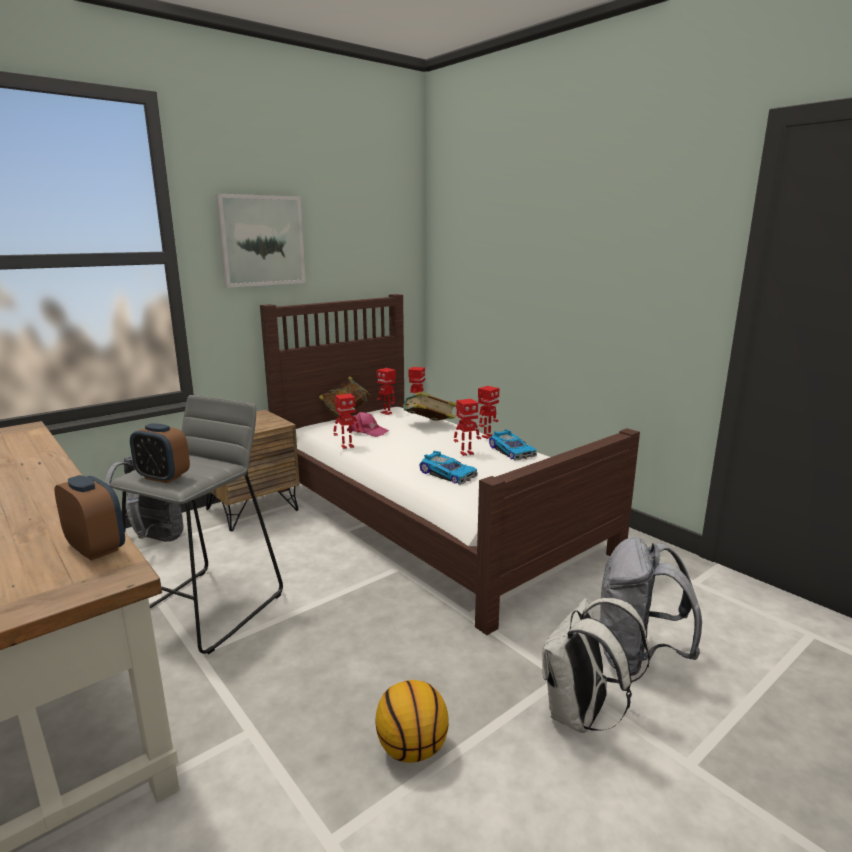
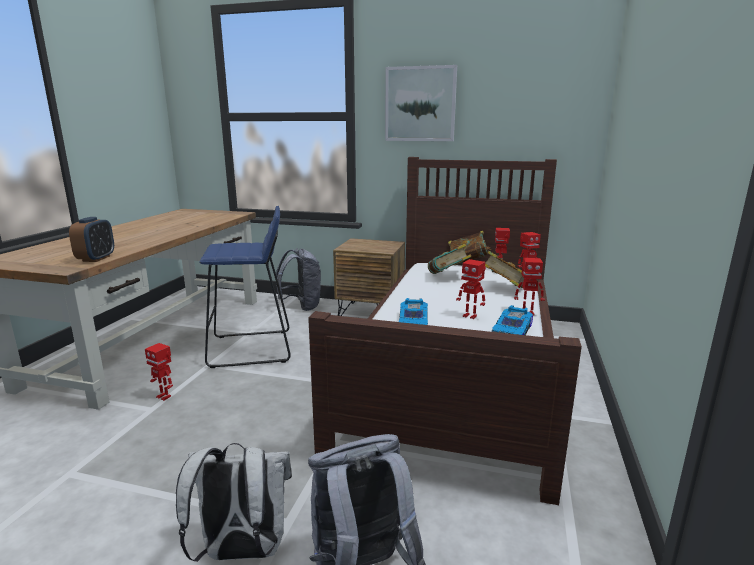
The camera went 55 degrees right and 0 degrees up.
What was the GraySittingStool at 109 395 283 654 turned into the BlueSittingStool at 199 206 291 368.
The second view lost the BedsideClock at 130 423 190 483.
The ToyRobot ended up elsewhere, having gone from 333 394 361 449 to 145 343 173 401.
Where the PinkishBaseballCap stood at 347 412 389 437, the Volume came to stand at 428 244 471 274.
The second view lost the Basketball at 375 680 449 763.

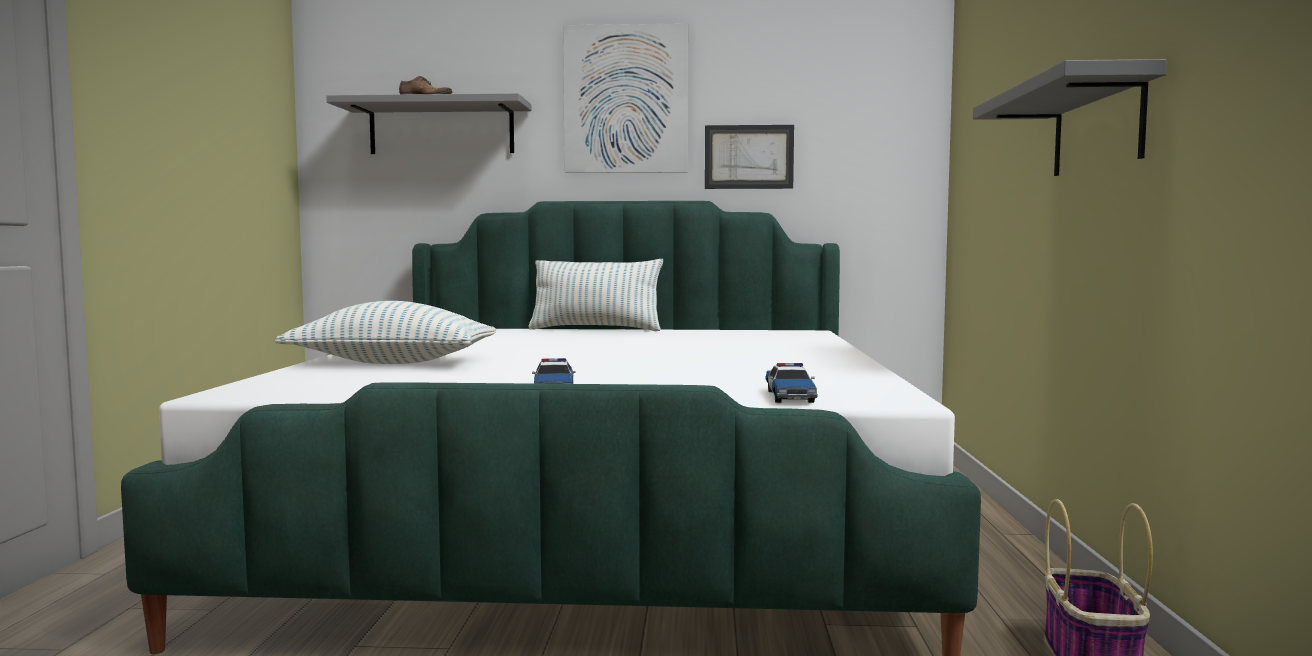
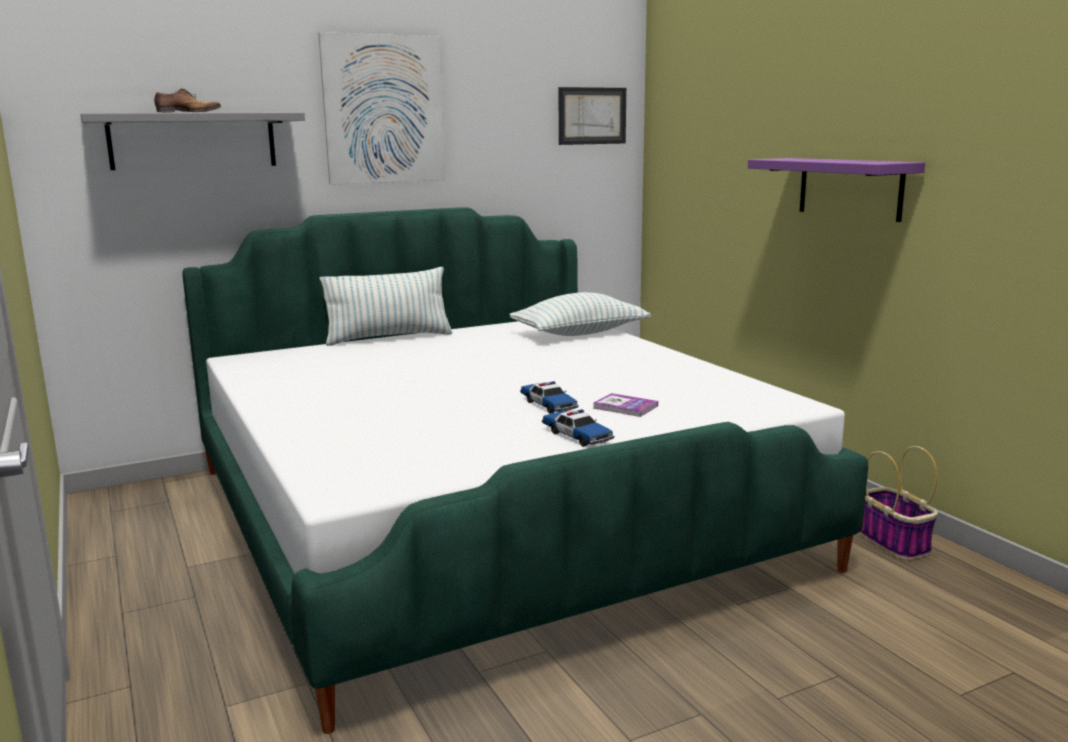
The camera went 30 degrees left and 10 degrees up.
The ThrowPillow ended up elsewhere, having gone from 275 301 496 364 to 509 292 651 336.
The WallArt ended up elsewhere, having gone from 705 125 794 189 to 558 87 626 145.
The ToyCar ended up elsewhere, having gone from 765 363 818 403 to 520 381 579 414.
What was the GrayWallShelf at 973 59 1167 176 turned into the PurplishWallShelf at 748 158 925 222.
The second view gained the Volume at 593 393 658 417.

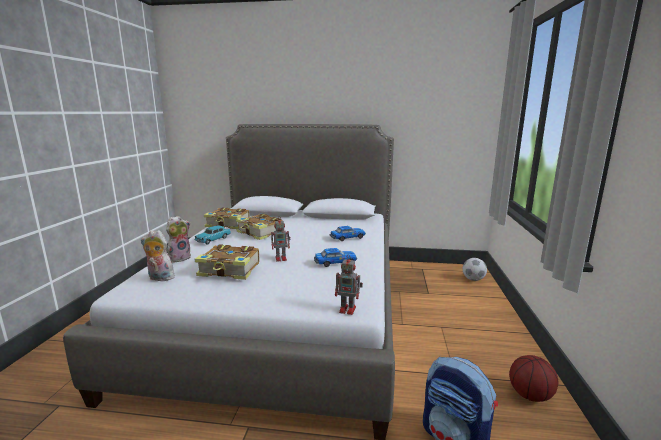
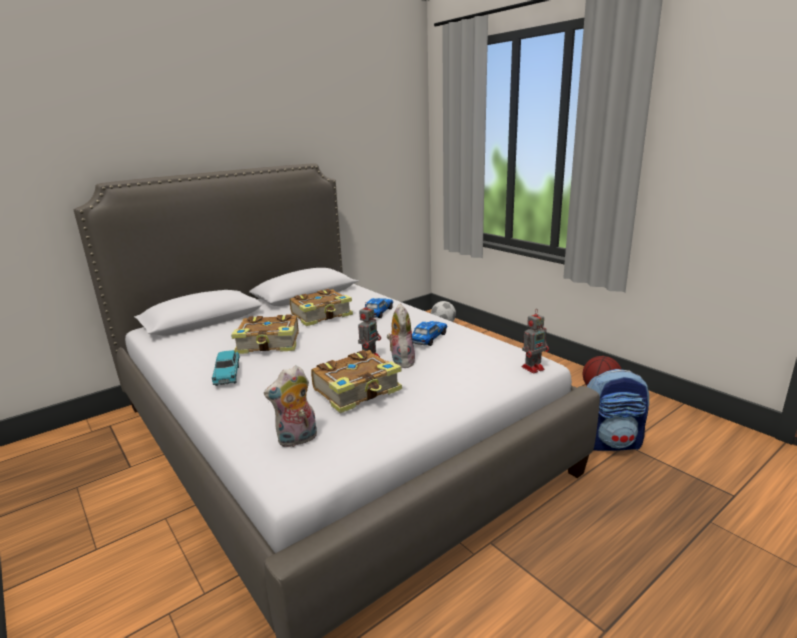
The camera went 45 degrees left and 5 degrees up.
The SoftToy ended up elsewhere, having gone from 166 216 191 263 to 387 304 416 368.
The Volume ended up elsewhere, having gone from 204 208 250 229 to 290 289 353 326.

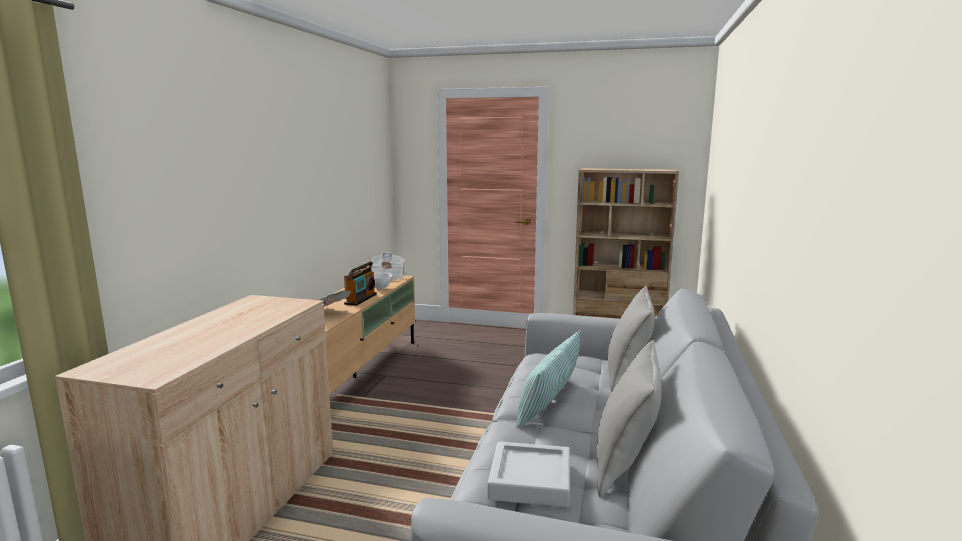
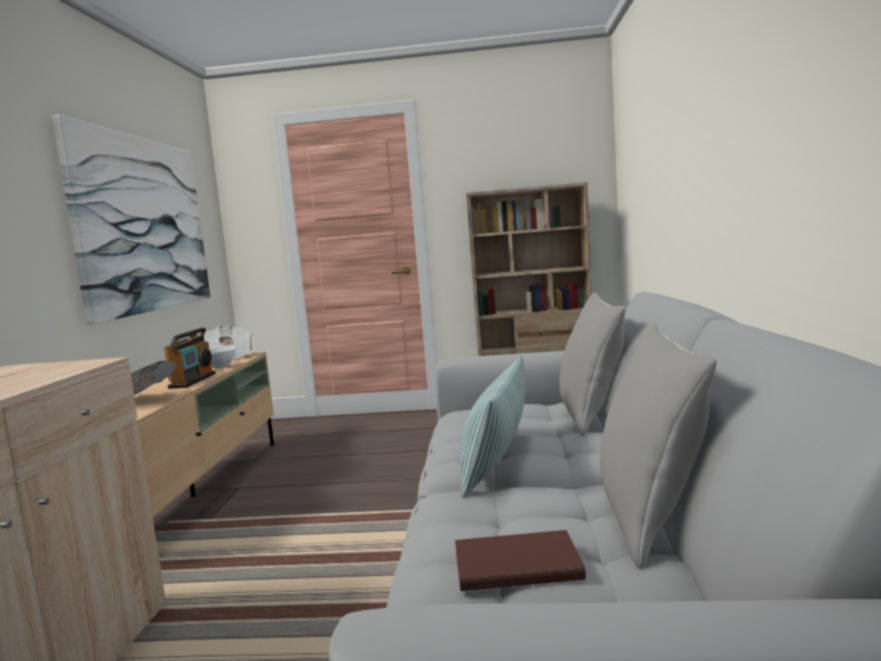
The camera went 10 degrees left and 5 degrees down.
Where the GrayServingTray stood at 488 441 570 507, the BrownishVolume came to stand at 455 530 586 591.
The second view gained the WallArt at 52 115 211 325.

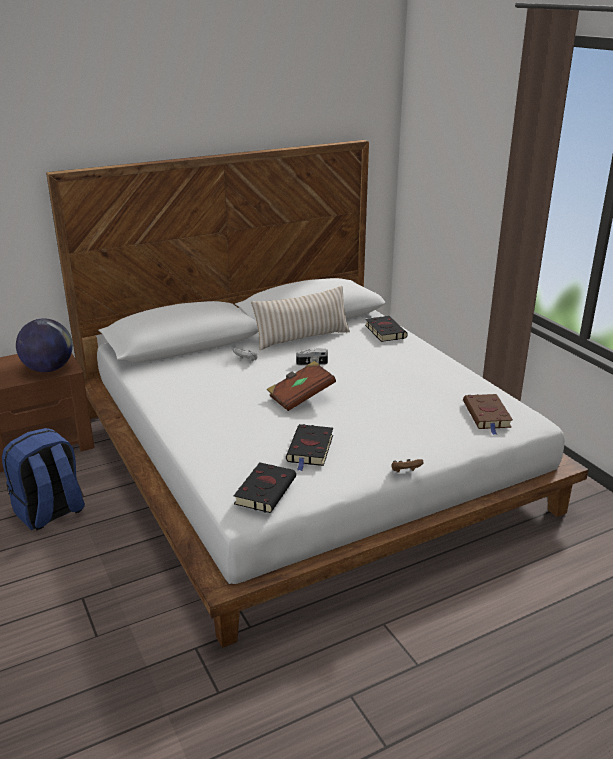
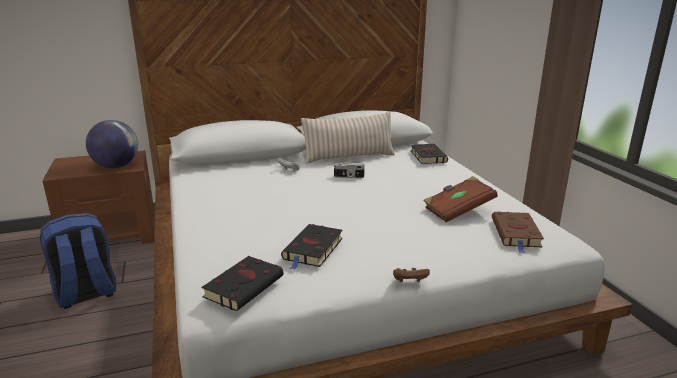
The camera went 10 degrees right and 5 degrees down.
The BrownishVolume ended up elsewhere, having gone from 267 361 336 411 to 423 176 498 222.

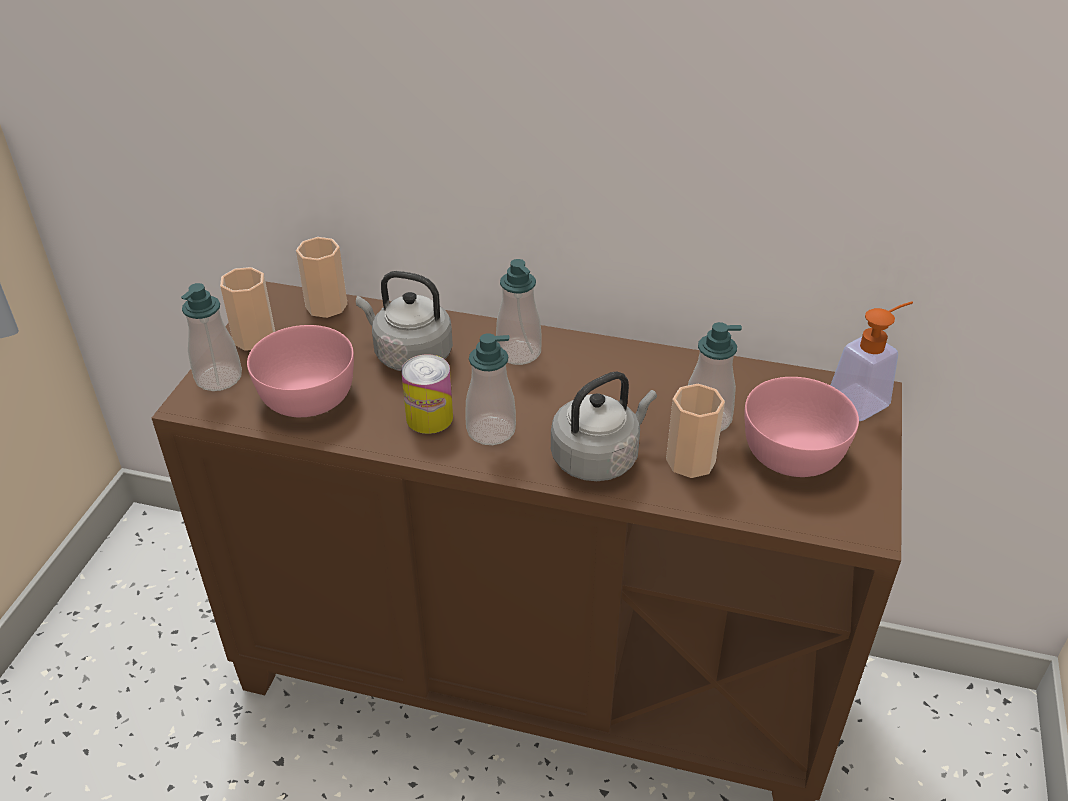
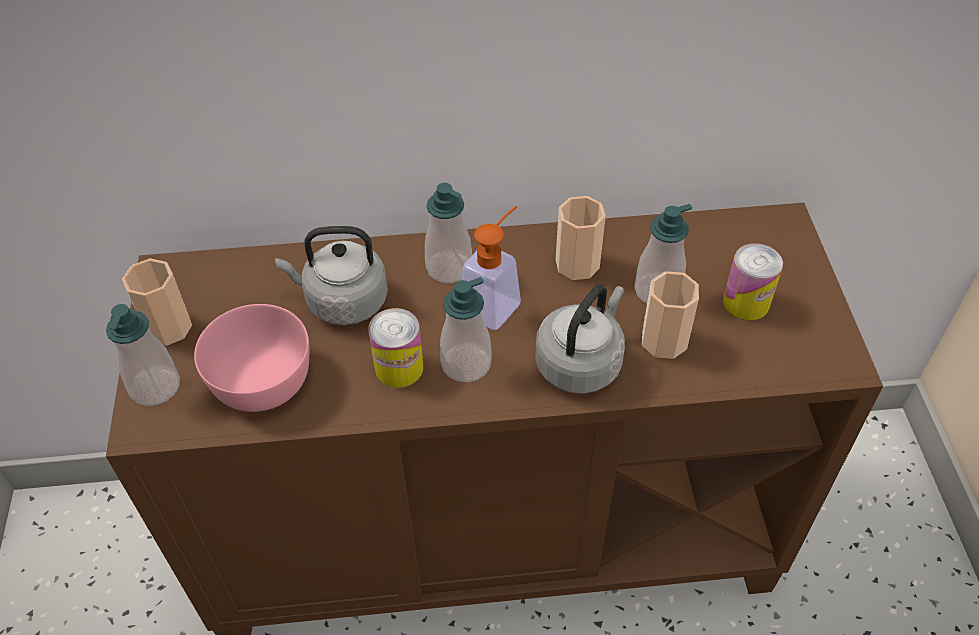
The camera went 20 degrees left and 10 degrees up.
The Cup ended up elsewhere, having gone from 296 237 348 318 to 556 196 605 280.
Where the PinkishBowl stood at 744 377 859 477, the MetalCan came to stand at 723 243 783 320.
The SoapDispenser ended up elsewhere, having gone from 830 301 913 421 to 462 206 521 330.

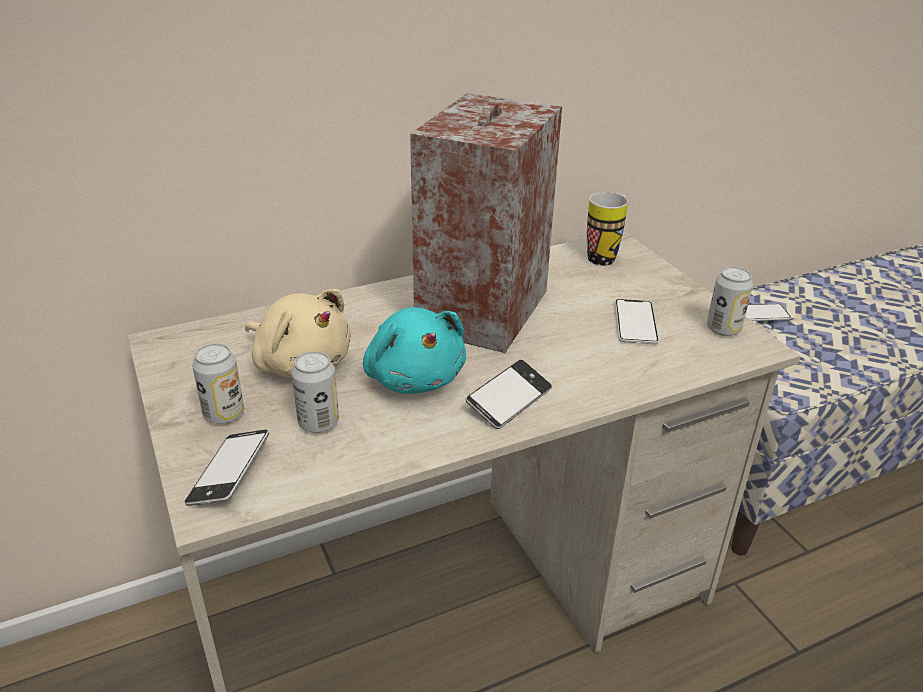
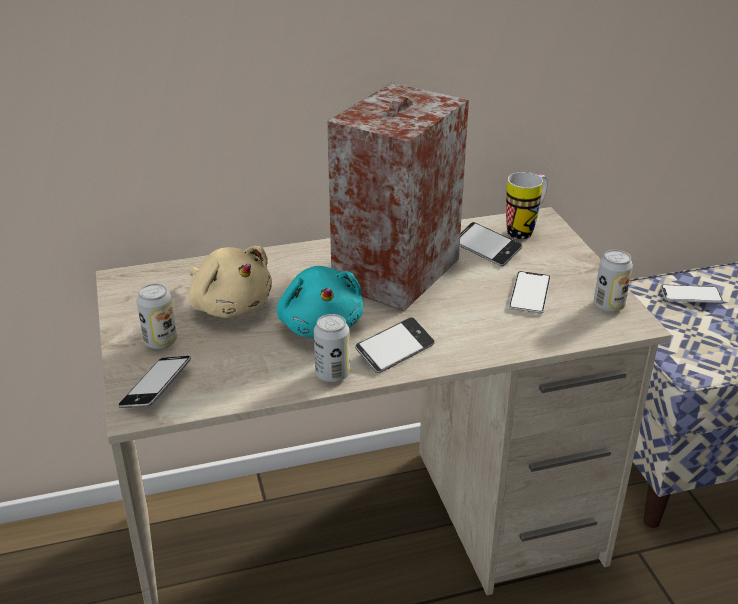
The camera went 10 degrees right and 0 degrees up.
The MetalCan ended up elsewhere, having gone from 292 351 339 433 to 314 314 350 382.
The second view gained the Handset at 460 222 522 266.

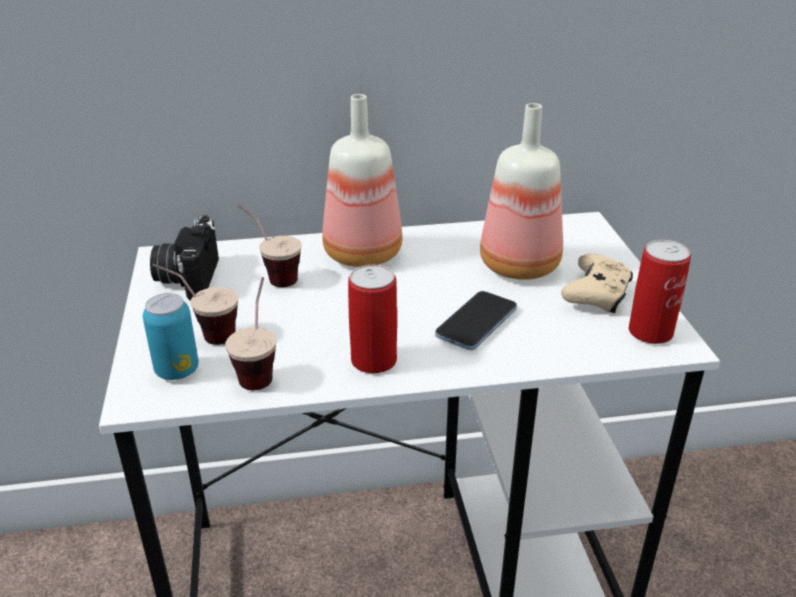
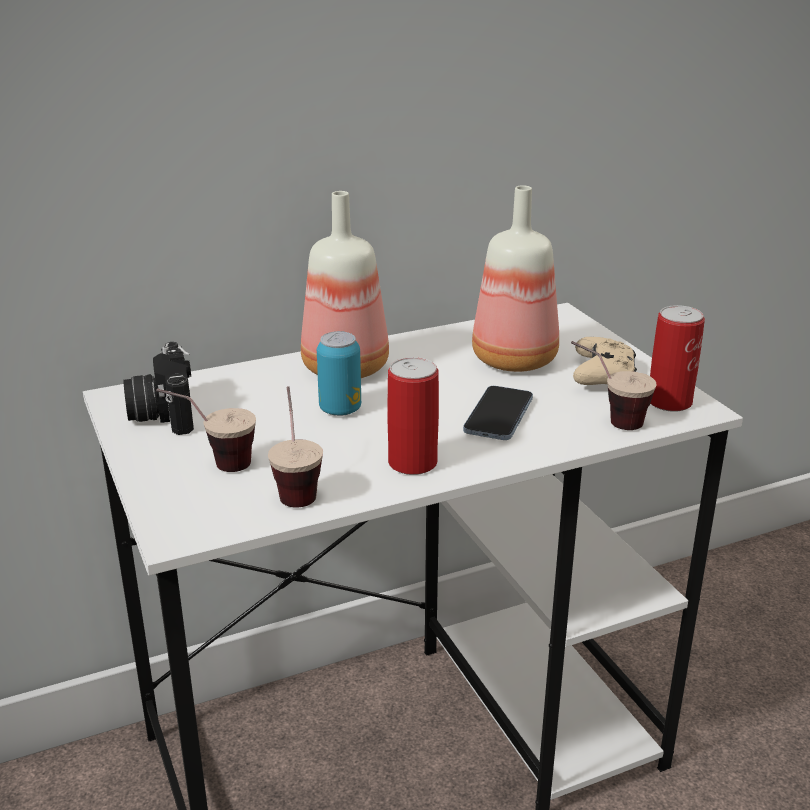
The camera went 15 degrees left and 5 degrees down.
The MetalCan ended up elsewhere, having gone from 143 293 199 380 to 317 331 361 416.
The Cup ended up elsewhere, having gone from 238 204 302 287 to 571 341 656 430.

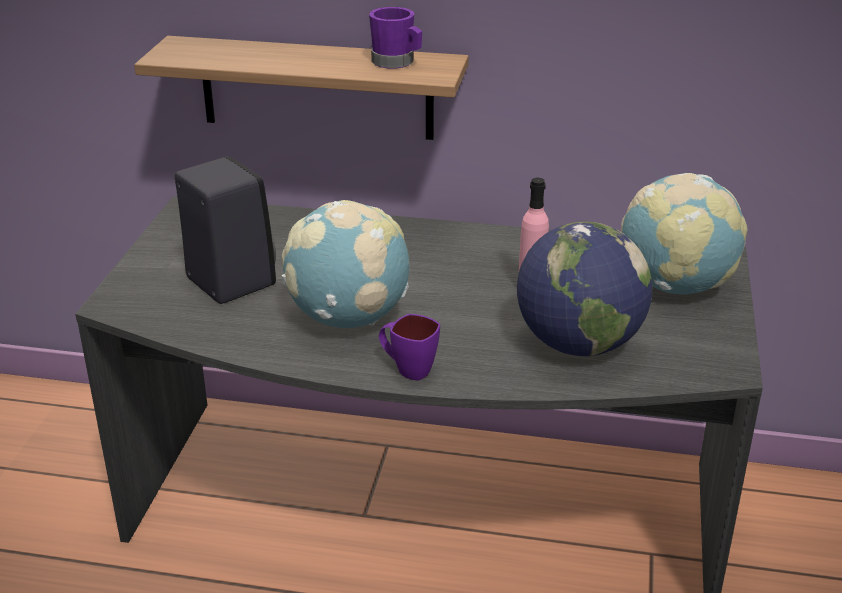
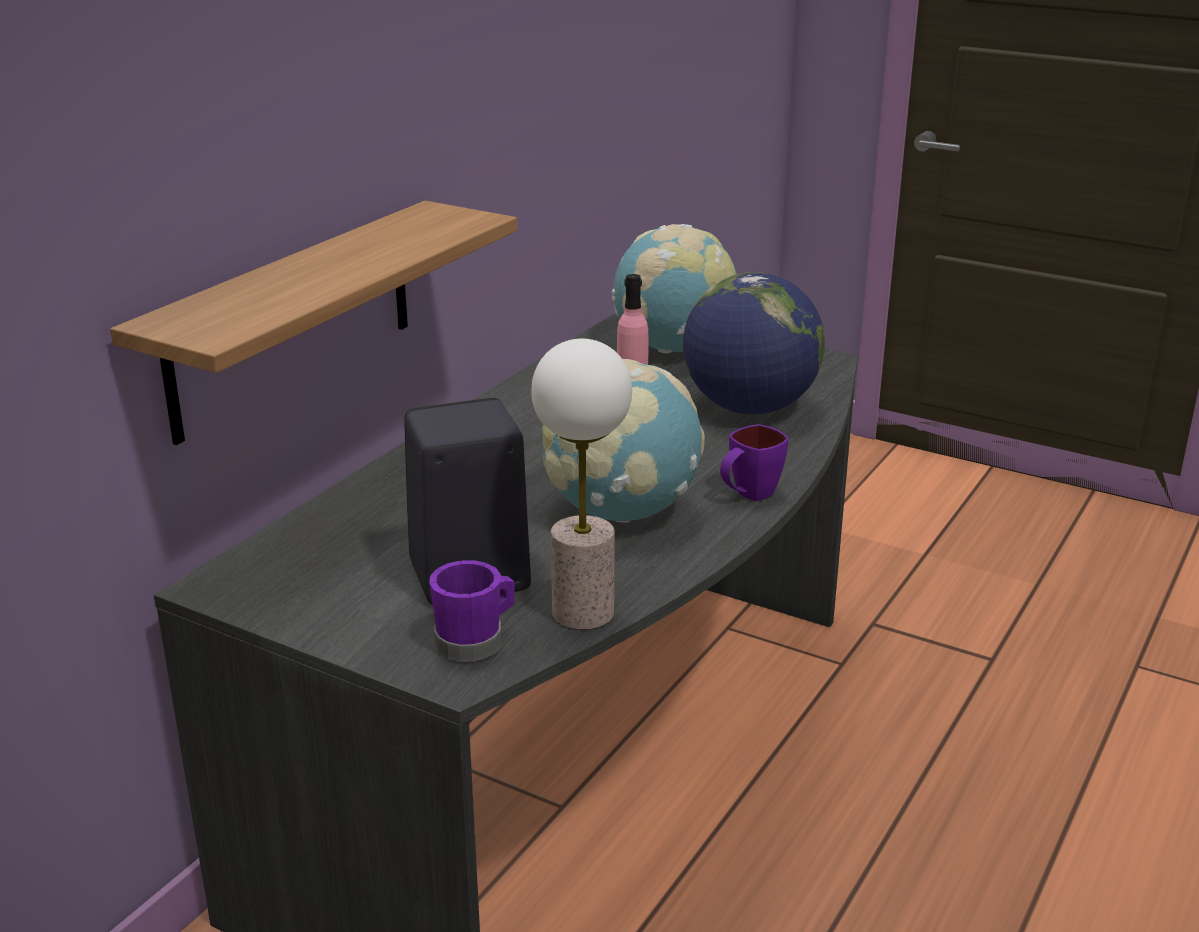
The camera went 70 degrees left and 5 degrees down.
The PurplishTeaMug ended up elsewhere, having gone from 369 7 422 69 to 429 560 515 662.
The second view gained the LampForATable at 531 339 632 630.

